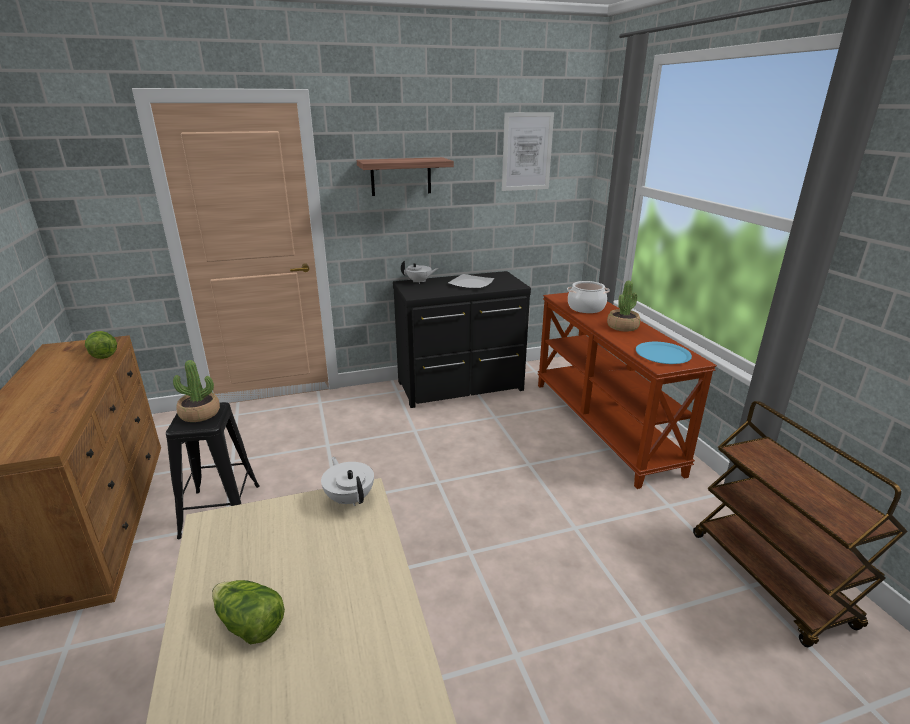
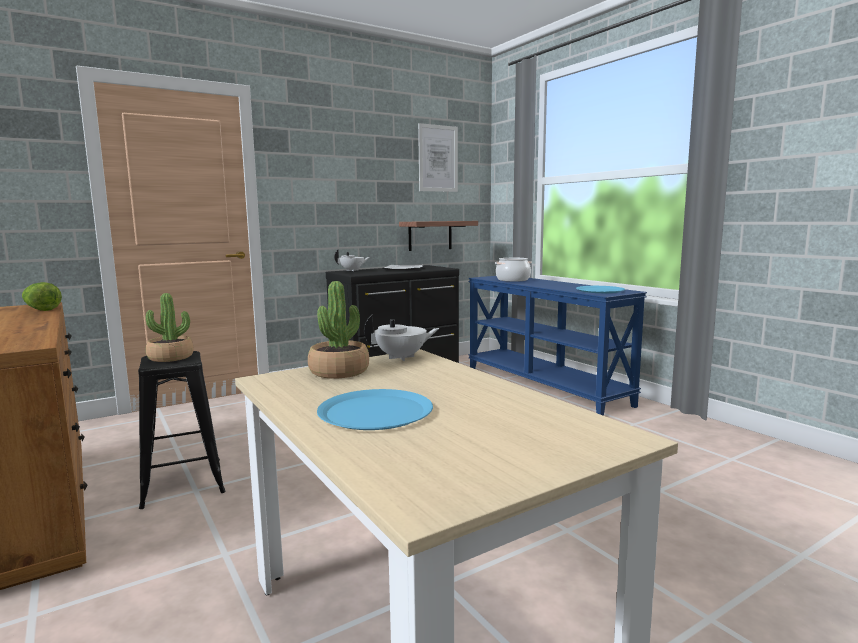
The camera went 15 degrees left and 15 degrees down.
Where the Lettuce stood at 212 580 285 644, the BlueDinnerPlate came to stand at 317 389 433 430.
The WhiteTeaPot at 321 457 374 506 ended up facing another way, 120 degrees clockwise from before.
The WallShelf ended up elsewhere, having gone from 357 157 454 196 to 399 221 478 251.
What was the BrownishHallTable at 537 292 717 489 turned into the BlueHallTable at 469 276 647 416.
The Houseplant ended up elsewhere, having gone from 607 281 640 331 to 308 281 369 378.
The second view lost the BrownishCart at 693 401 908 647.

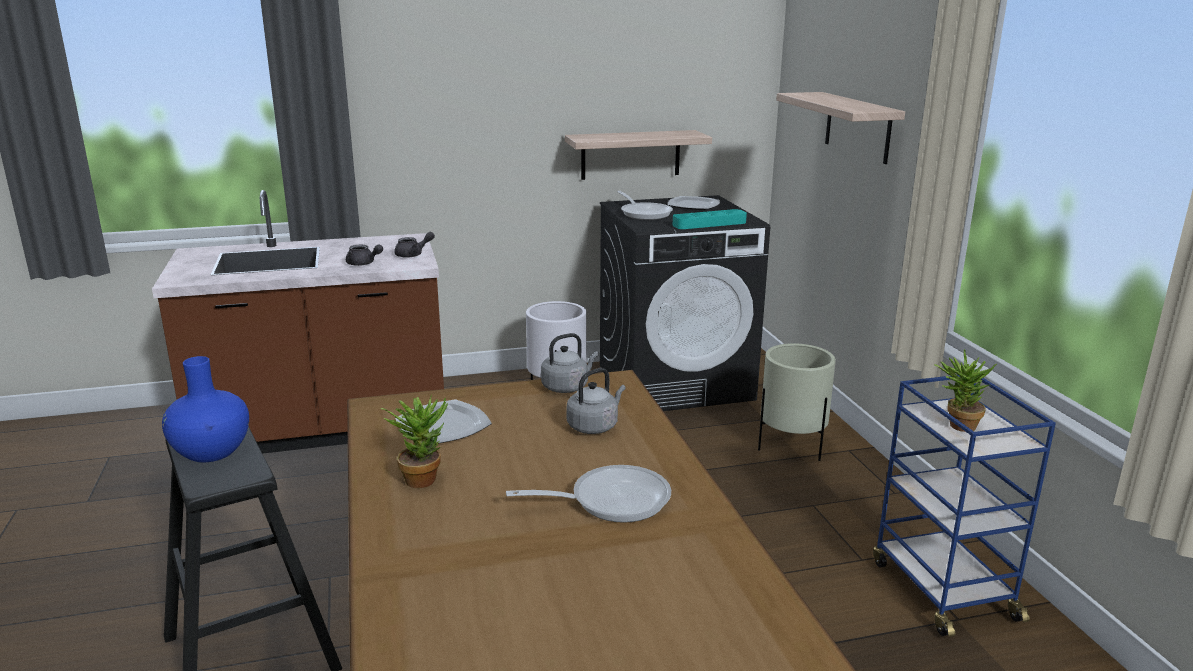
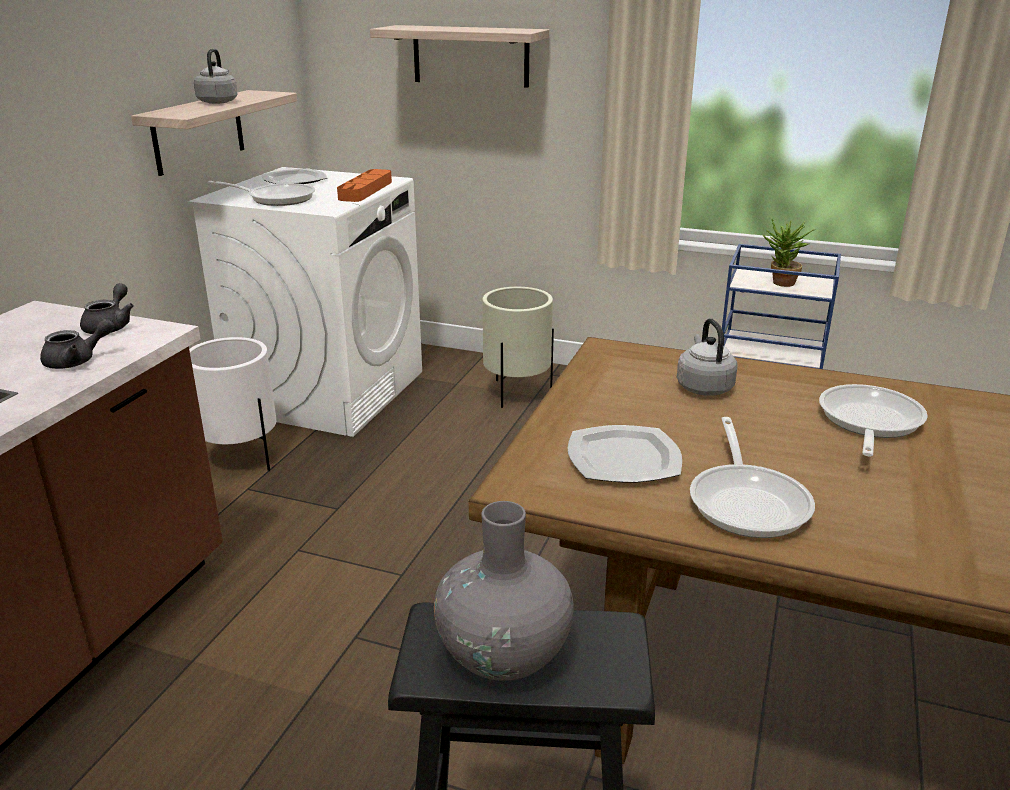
The camera went 55 degrees left and 5 degrees up.
What was the BlueVase at 162 356 249 462 turned into the GrayVase at 434 501 574 681.
Where the Houseplant stood at 381 395 448 488, the Pan came to stand at 690 417 815 538.
The GrayKettle ended up elsewhere, having gone from 541 333 599 393 to 194 49 238 104.
What was the BlackColouredLaundryAppliance at 600 195 770 411 turned into the WhiteLaundryAppliance at 188 167 422 437.
What was the TurquoiseColouredServingTray at 673 209 747 229 turned into the OrangeColouredServingTray at 337 169 392 202.

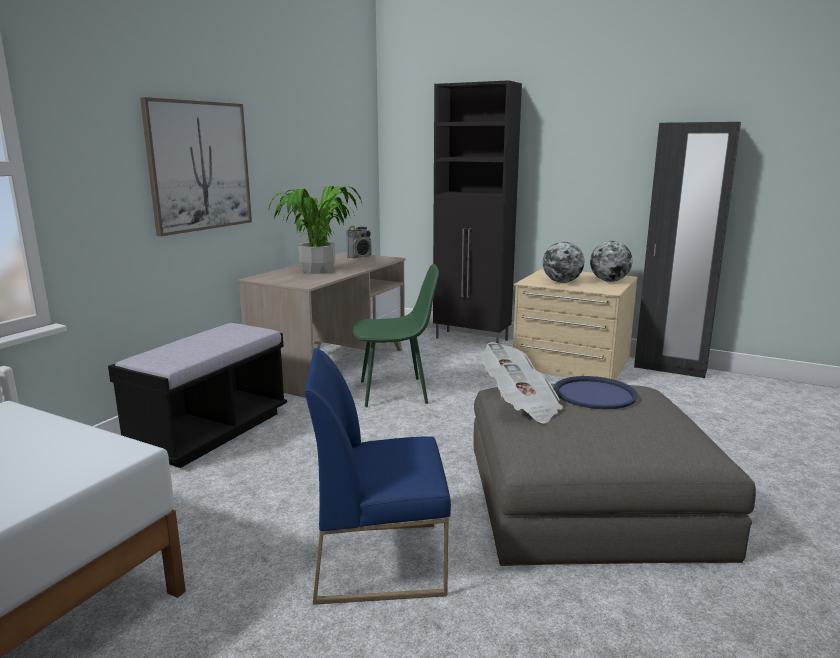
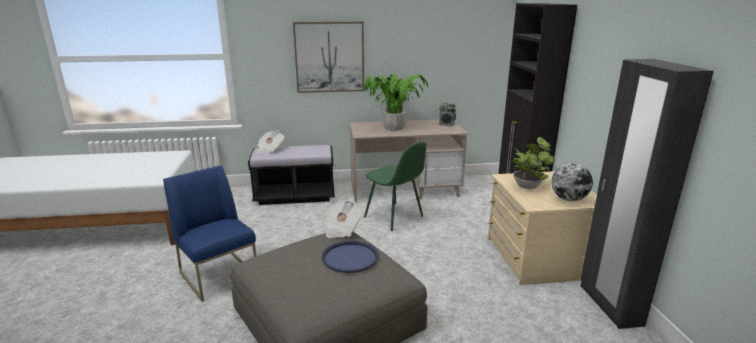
The camera went 55 degrees right and 5 degrees up.
The DailyPaper ended up elsewhere, having gone from 495 363 563 424 to 257 130 284 154.
Where the DeskGlobe stood at 543 242 584 283, the Houseplant came to stand at 511 137 555 189.

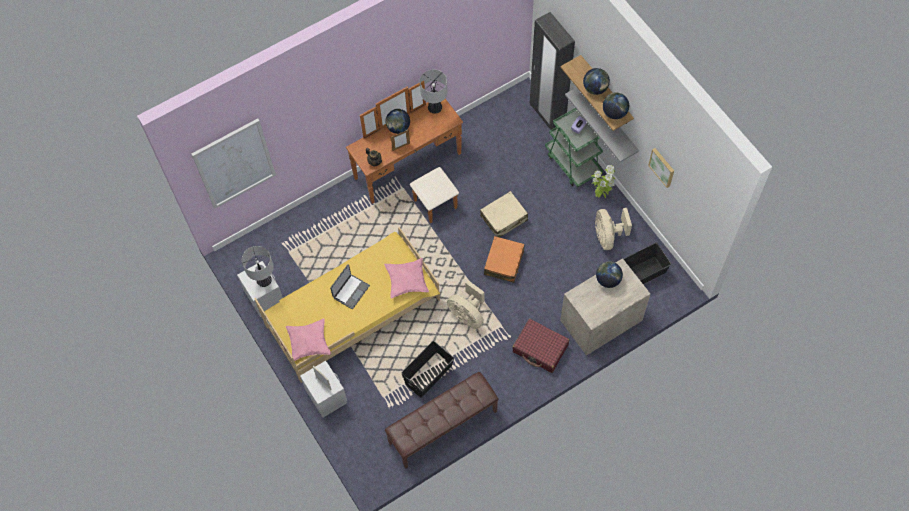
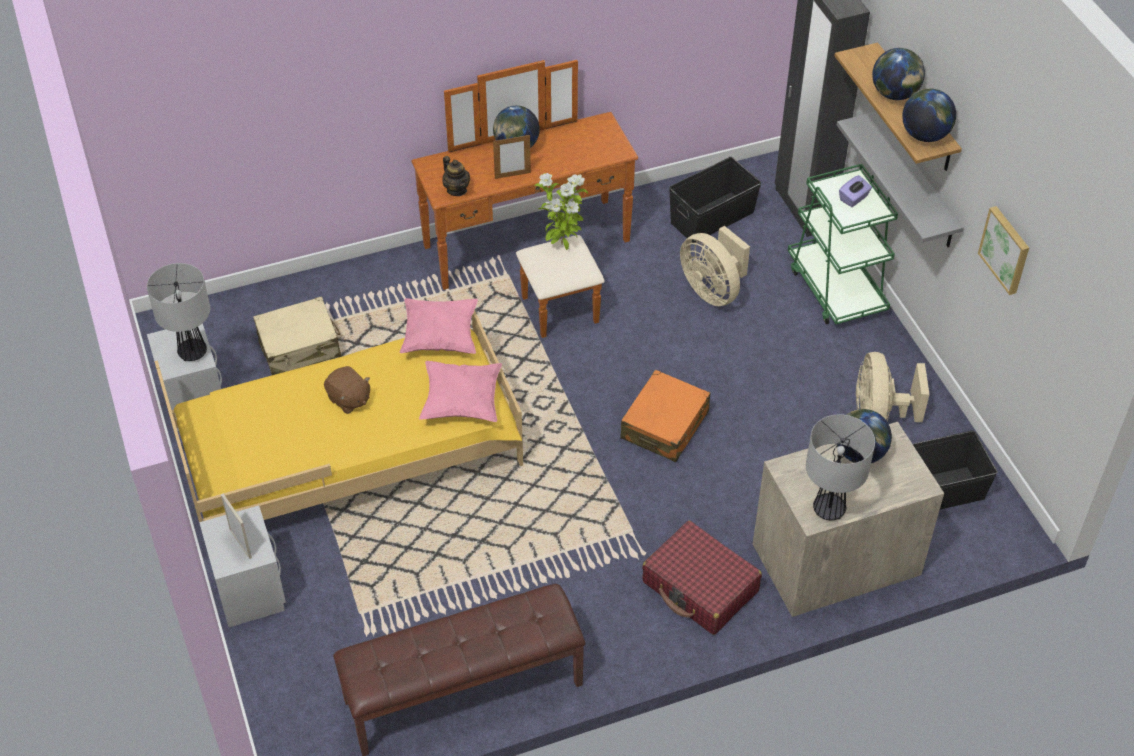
The camera went 10 degrees right and 15 degrees down.
The second view lost the WallArt at 192 118 276 209.
The PinkishThrowPillow ended up elsewhere, having gone from 286 319 331 362 to 400 298 478 354.
Where the NotebookComputer stood at 330 264 370 309, the BrownishSoftToy came to stand at 324 366 370 414.
The BlackColouredStorageContainer ended up elsewhere, having gone from 402 341 454 398 to 669 157 761 243.
The LampForATable ended up elsewhere, having gone from 420 69 448 114 to 806 414 875 520.
The BeigeCoolingFan ended up elsewhere, having gone from 447 280 484 329 to 680 226 750 306.
The BeigePieceOfLuggage ended up elsewhere, having gone from 480 191 528 237 to 253 296 341 375.
The Houseplant ended up elsewhere, having gone from 591 165 615 198 to 535 173 588 250.

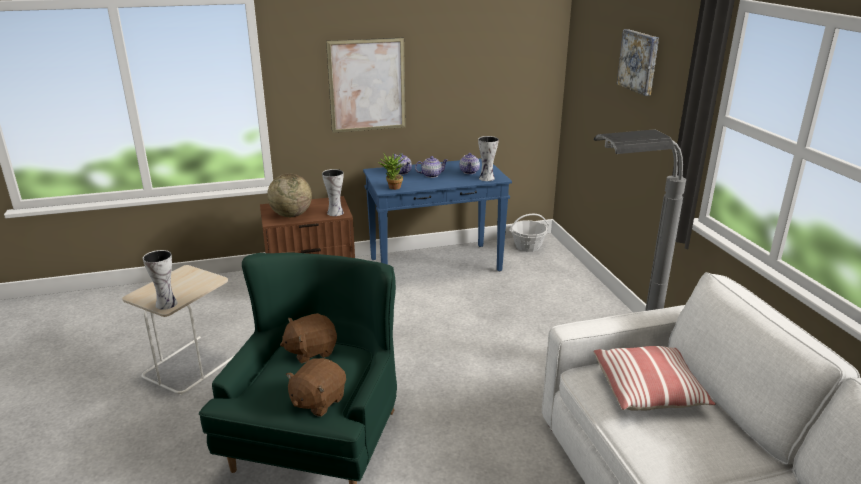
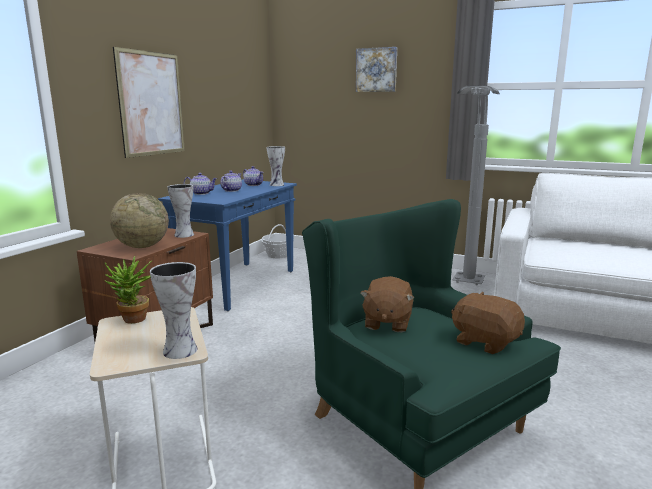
The camera went 50 degrees left and 10 degrees down.
The BrownishSoftToy at 286 358 346 417 ended up facing another way, 150 degrees clockwise from before.
The Houseplant ended up elsewhere, having gone from 378 152 403 190 to 104 256 152 324.
The second view lost the ThrowPillow at 594 346 716 411.

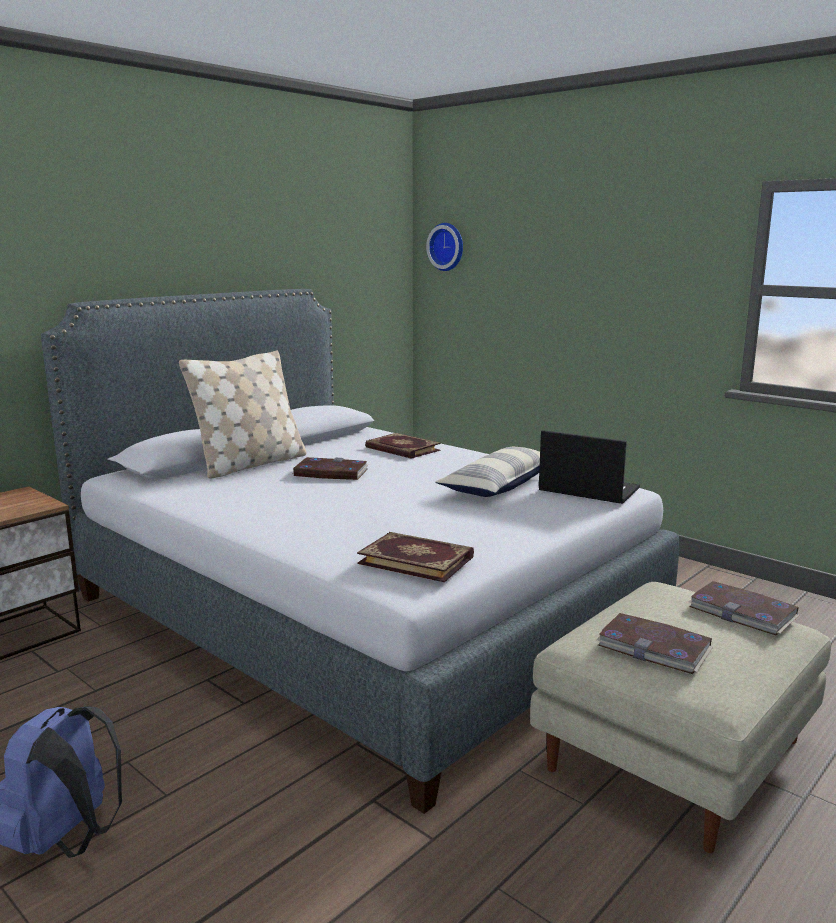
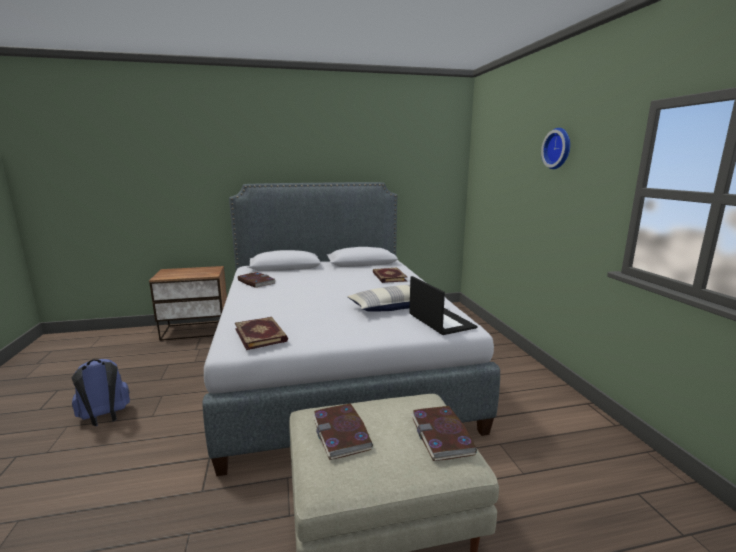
The camera went 35 degrees right and 0 degrees up.
The second view lost the BeigeThrowPillow at 179 351 306 479.
The Volume ended up elsewhere, having gone from 293 457 369 480 to 238 272 275 288.
The HangingClock ended up elsewhere, having gone from 426 223 463 271 to 541 128 570 169.

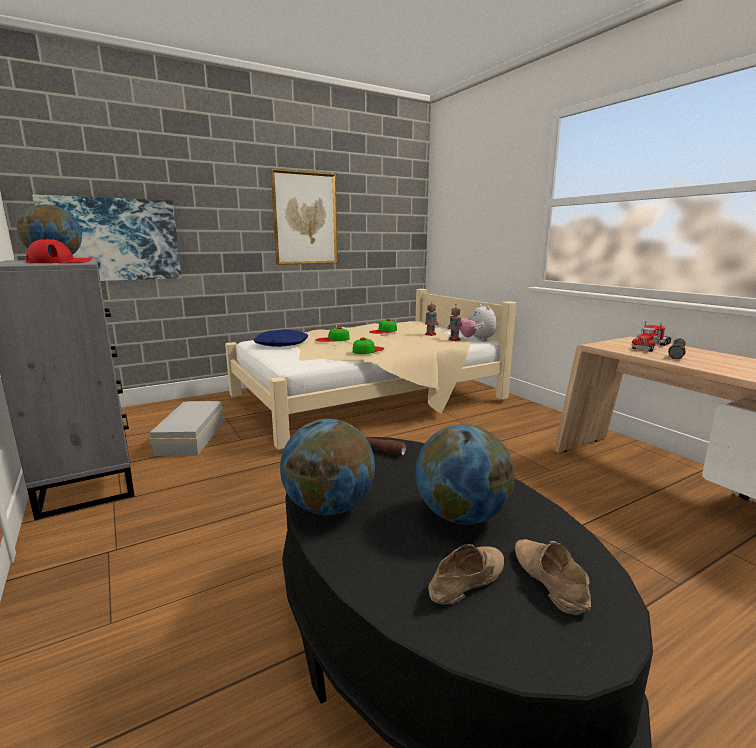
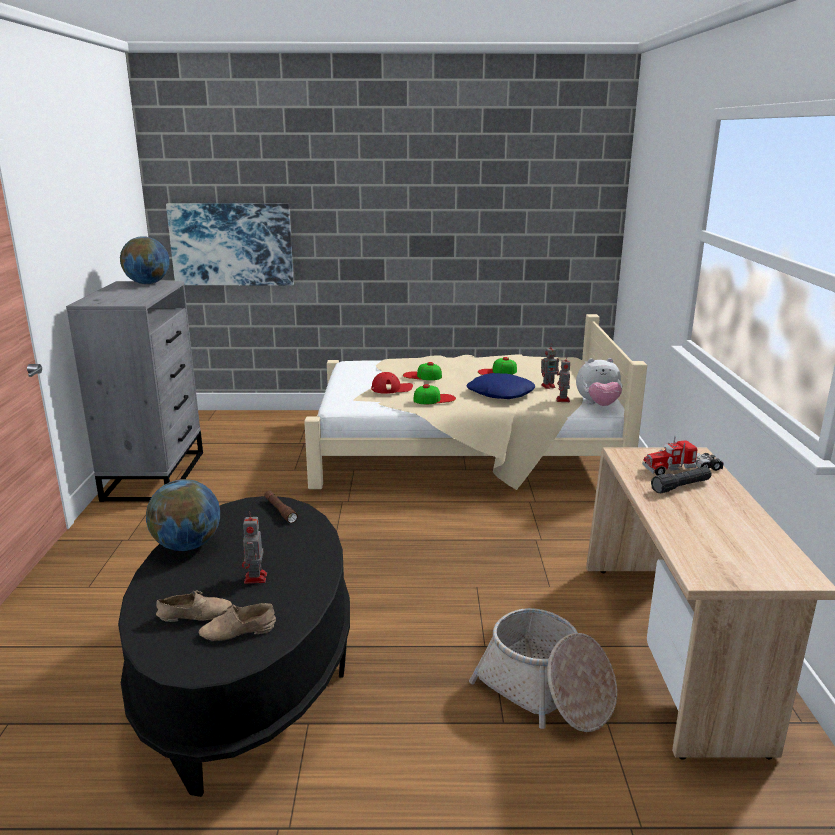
The camera went 30 degrees right and 5 degrees up.
The RedBaseballCap ended up elsewhere, having gone from 26 239 93 263 to 371 372 413 394.
The second view lost the WhiteStorageContainer at 149 401 223 456.
The BlueThrowPillow ended up elsewhere, having gone from 254 329 308 347 to 466 373 535 399.
The second view lost the WallArt at 271 169 338 265.
Where the DeskGlobe stood at 415 424 515 525, the ToyRobot came to stand at 242 512 267 584.
The SoftToy at 460 304 497 341 ended up facing another way, 105 degrees counterclockwise from before.
The BeigeShoe at 515 539 591 615 ended up facing another way, 120 degrees counterclockwise from before.
The second view gained the StorageBasket at 469 608 617 732.

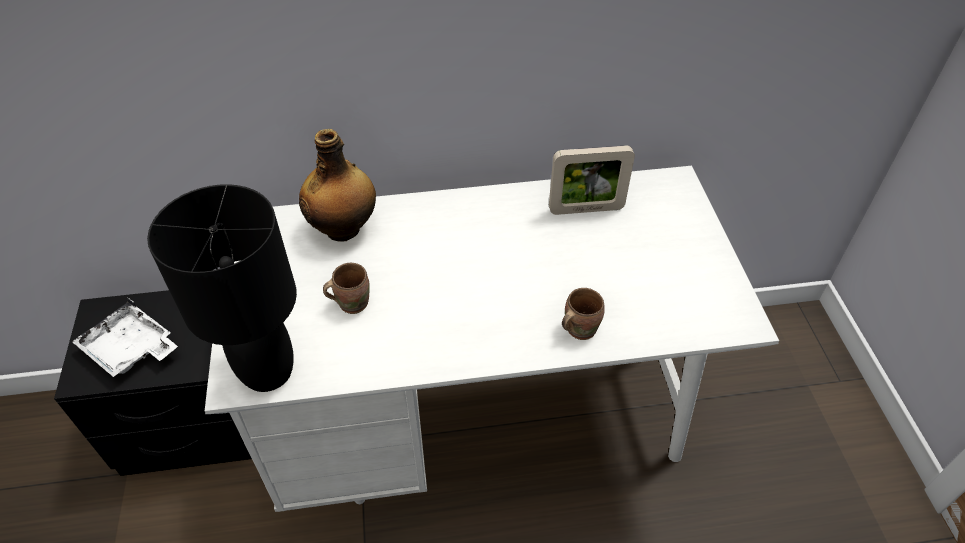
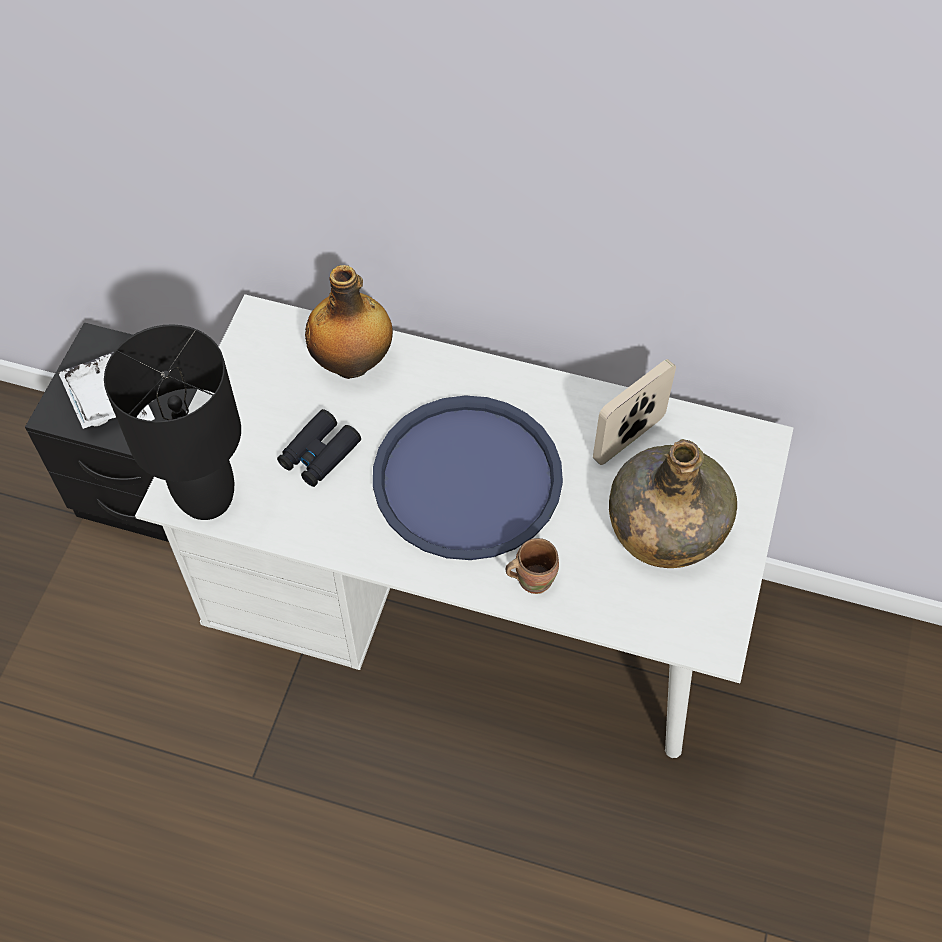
The camera went 25 degrees right and 10 degrees up.
Where the BrownishTeaMug stood at 323 263 370 314, the BlackColouredBinoculars came to stand at 277 409 361 487.
The PictureFrame at 549 145 635 215 ended up facing another way, 120 degrees clockwise from before.
The second view gained the BlueServingTray at 373 395 563 560.
The second view gained the GreenColouredDrinkBottle at 609 439 737 568.

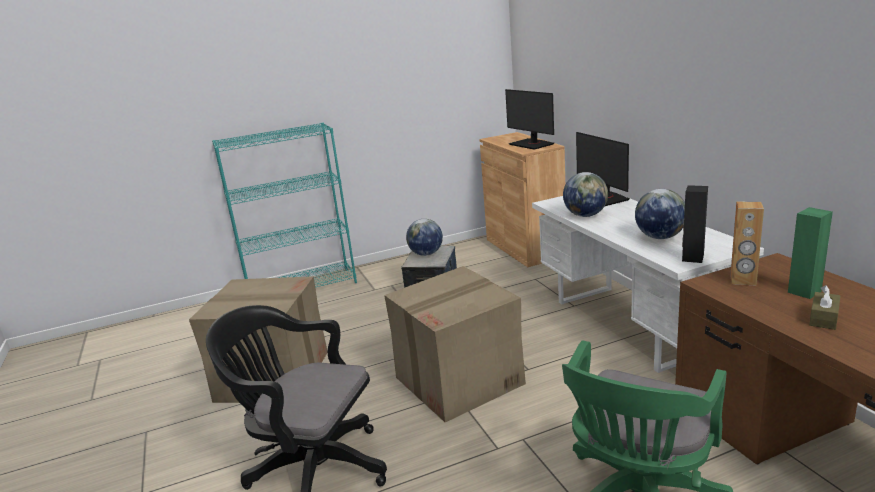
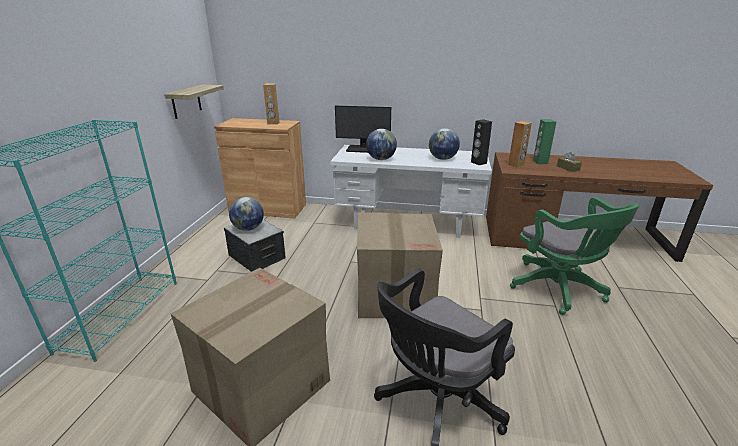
The camera went 60 degrees left and 5 degrees up.
Where the ComputerScreen stood at 505 89 554 150, the BrownishSpeaker came to stand at 263 84 279 124.
The second view gained the WallShelf at 164 85 224 119.

